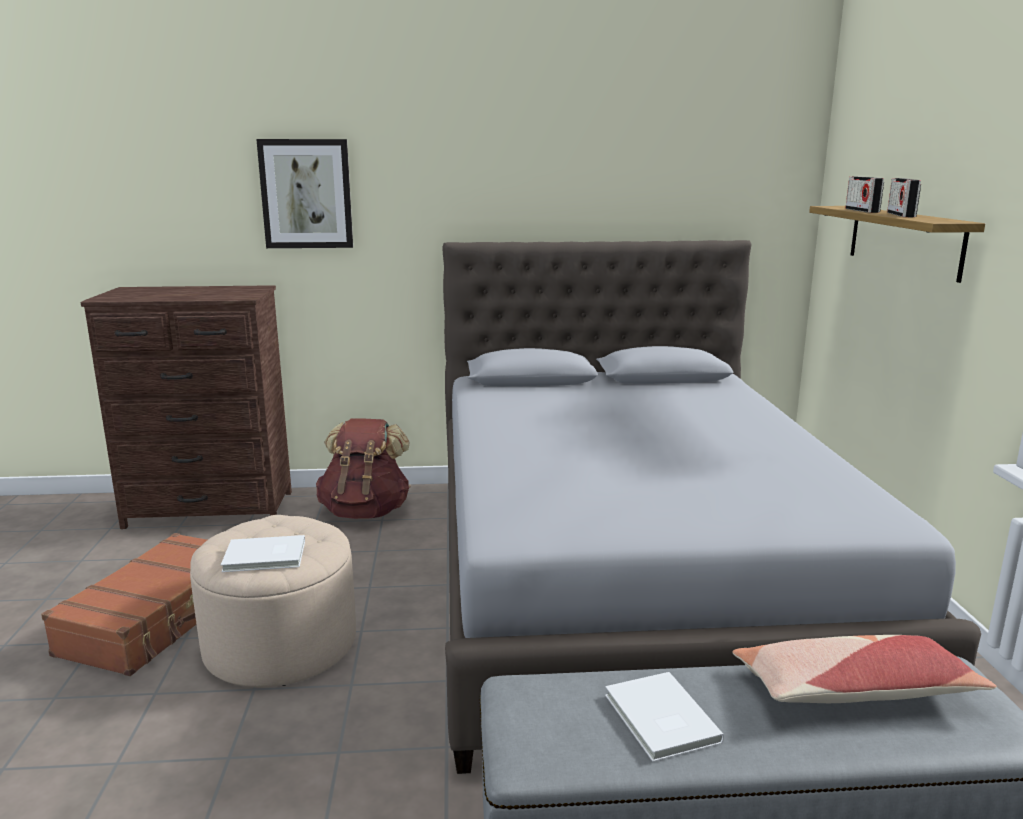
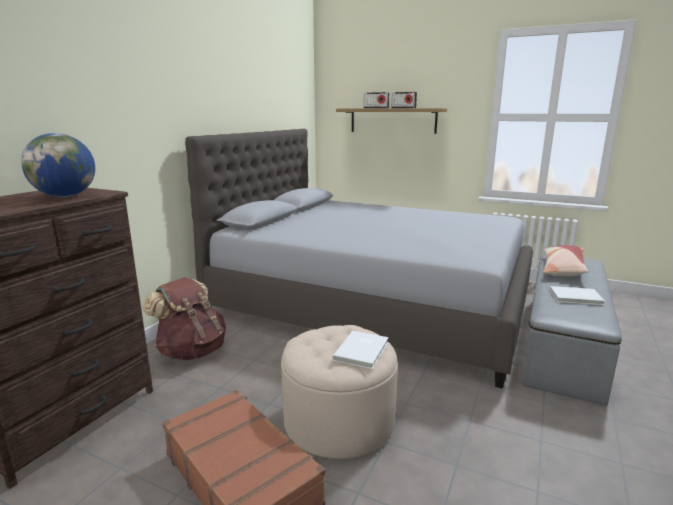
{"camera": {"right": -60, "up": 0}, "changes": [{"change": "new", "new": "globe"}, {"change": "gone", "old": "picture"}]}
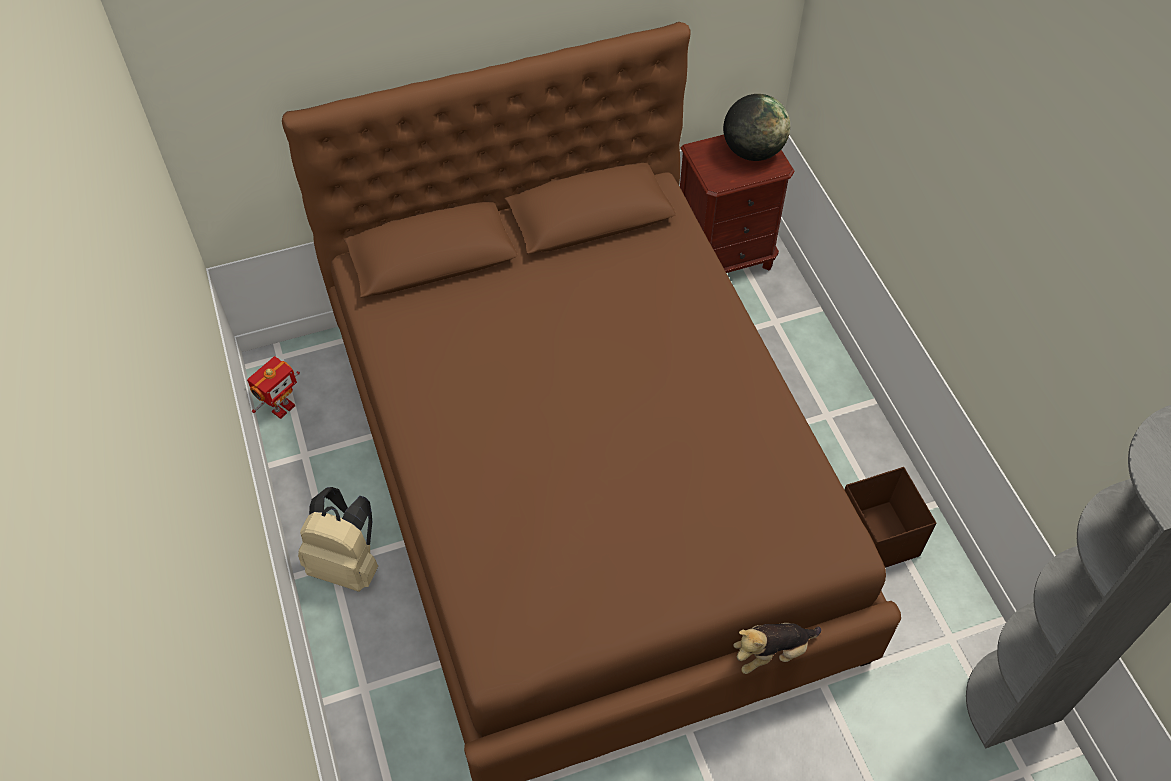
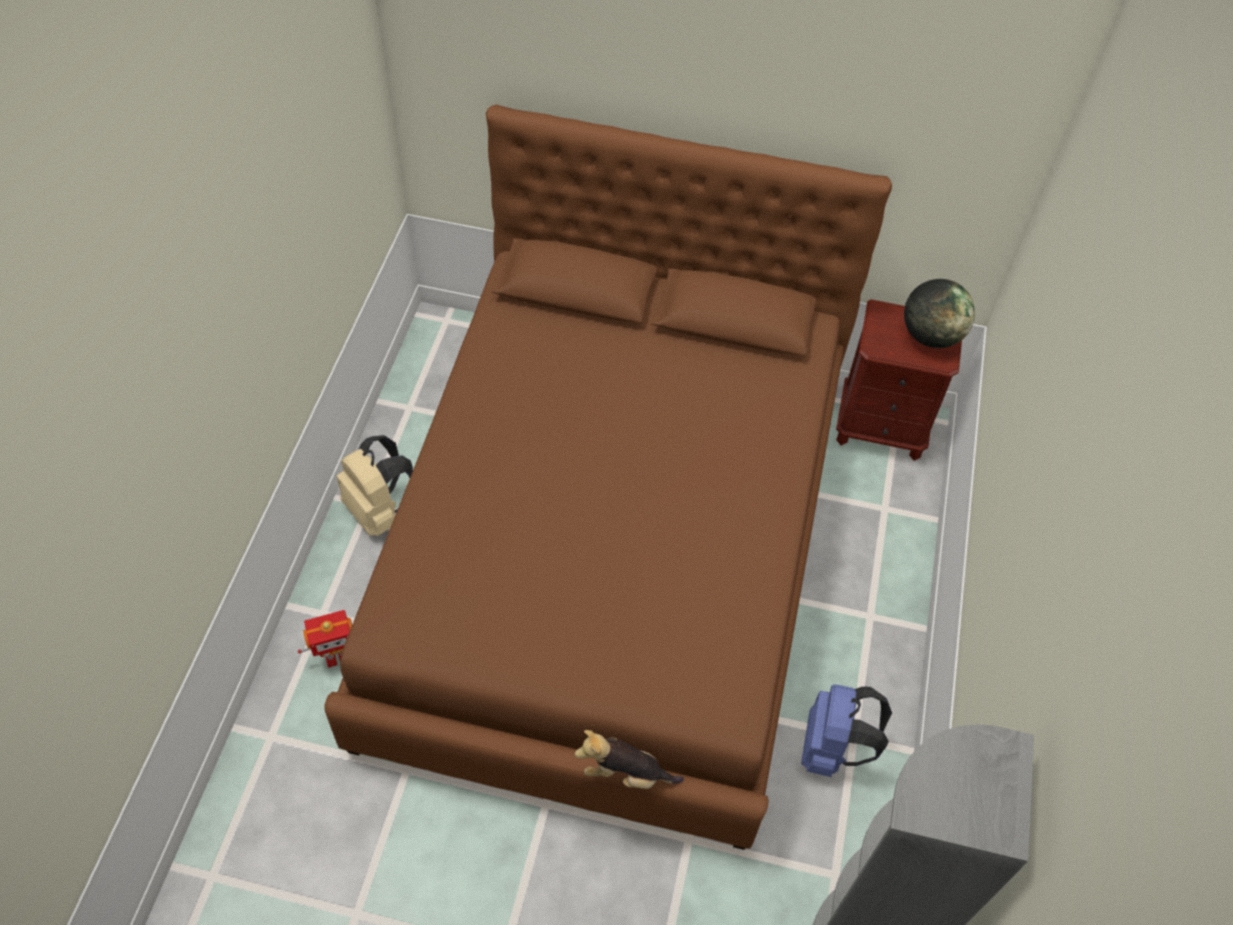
{"camera": {"right": 30, "up": 0}, "changes": [{"change": "shifted", "old": "toy robot"}, {"change": "swapped", "old": "brown storage box", "new": "blue backpack"}]}
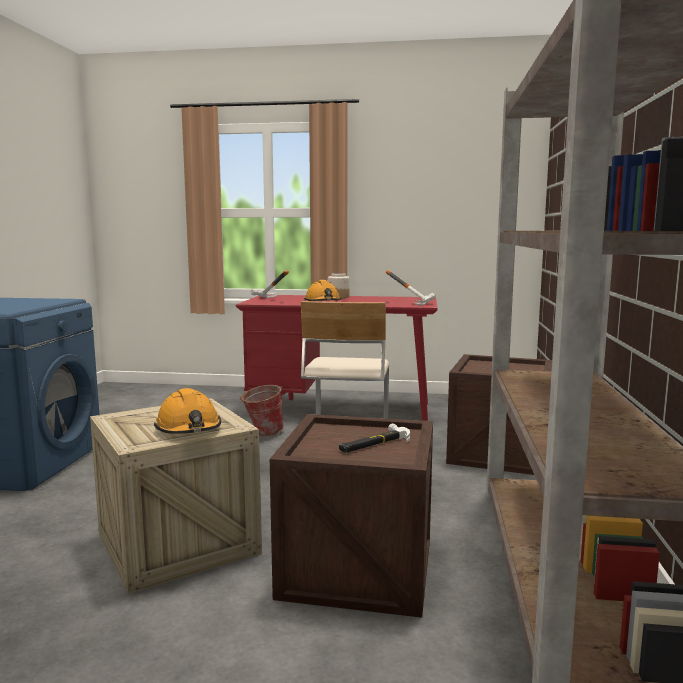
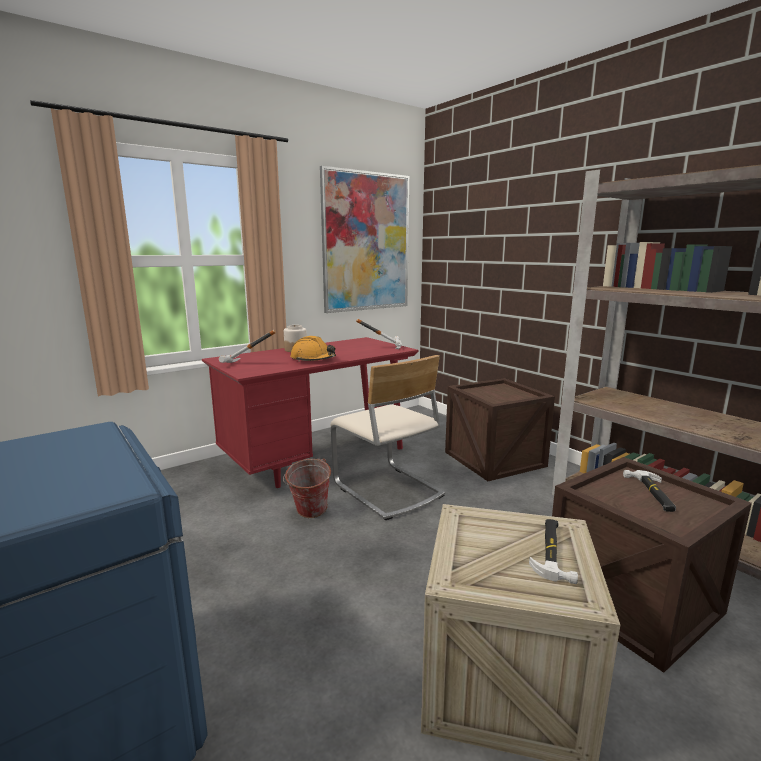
{"camera": {"right": -45, "up": 5}, "changes": [{"change": "new", "new": "picture"}, {"change": "swapped", "old": "orange hard hat (no. 1 from left)", "new": "hammer (no. 3 from left)"}]}
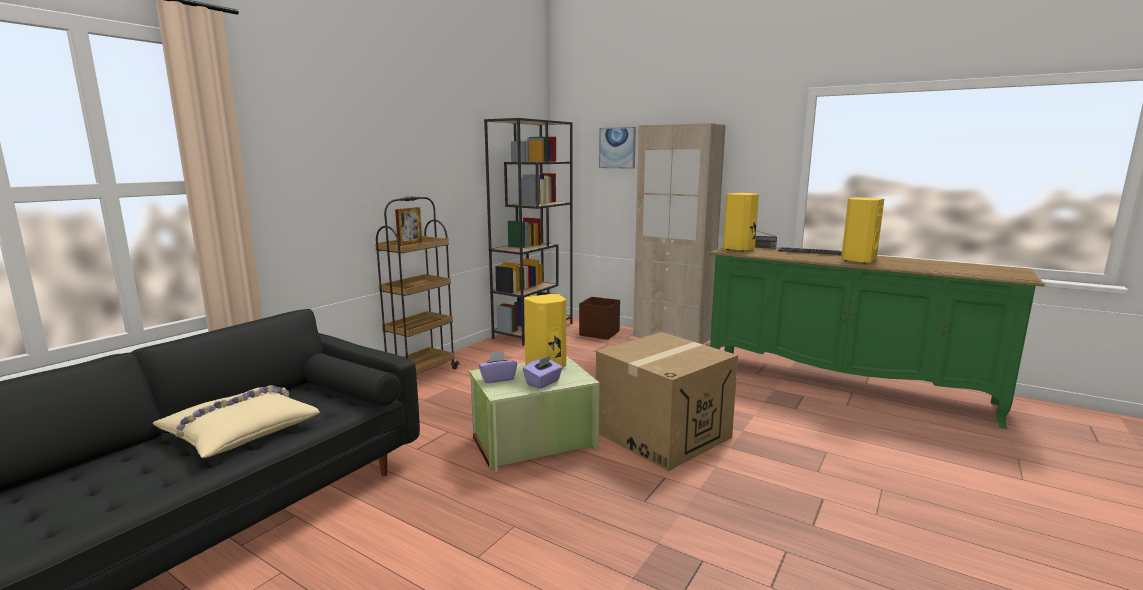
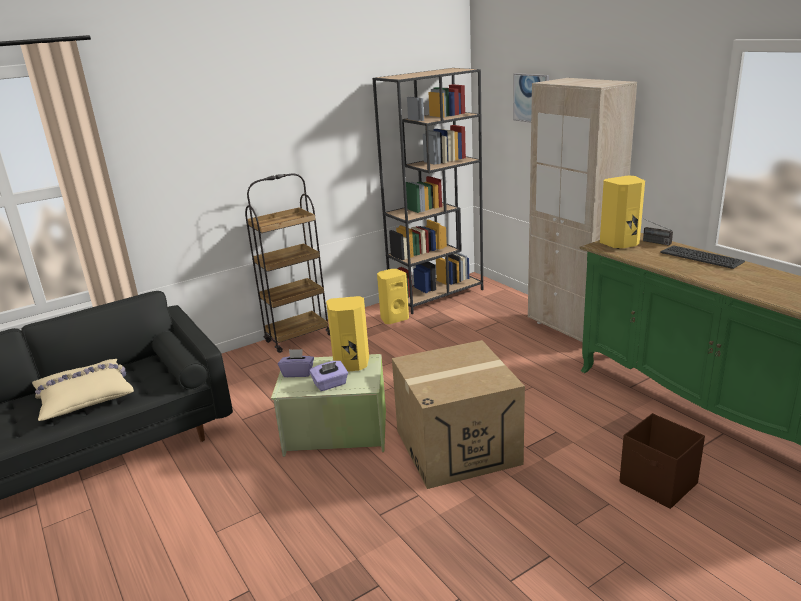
{"camera": {"right": 25, "up": 10}, "changes": [{"change": "shifted", "old": "yellow speaker (no. 3 from left in the first image)", "new": "yellow speaker (no. 2 from left)"}, {"change": "shifted", "old": "brown storage box"}, {"change": "gone", "old": "picture frame"}]}
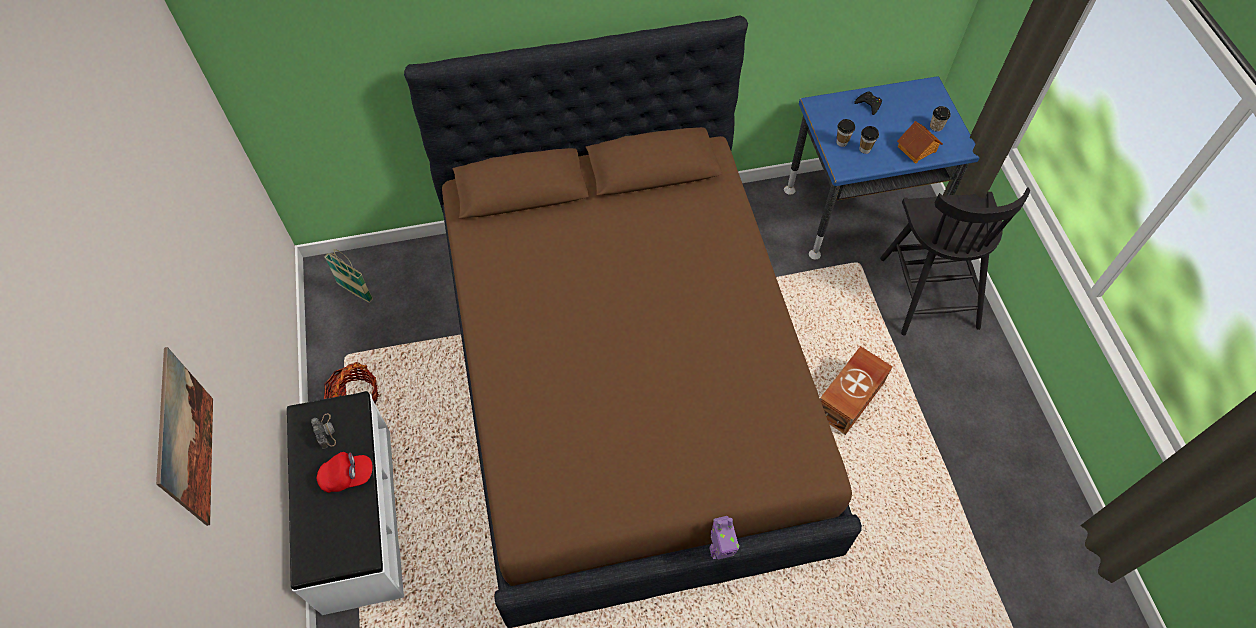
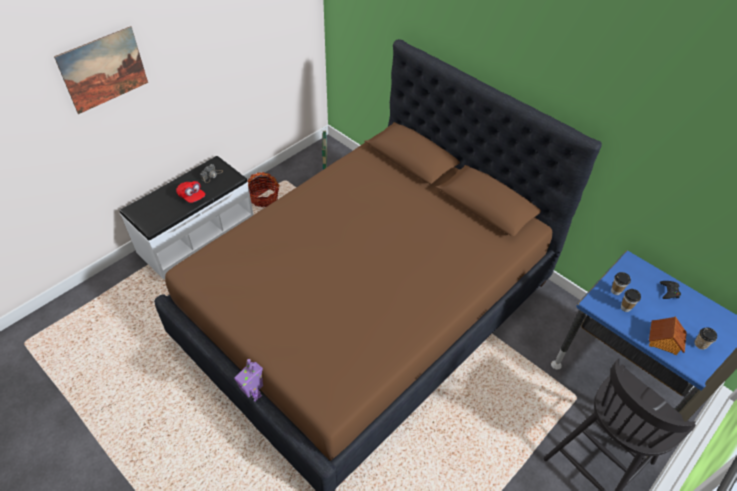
{"camera": {"right": 55, "up": -10}, "changes": [{"change": "gone", "old": "brown storage box"}]}
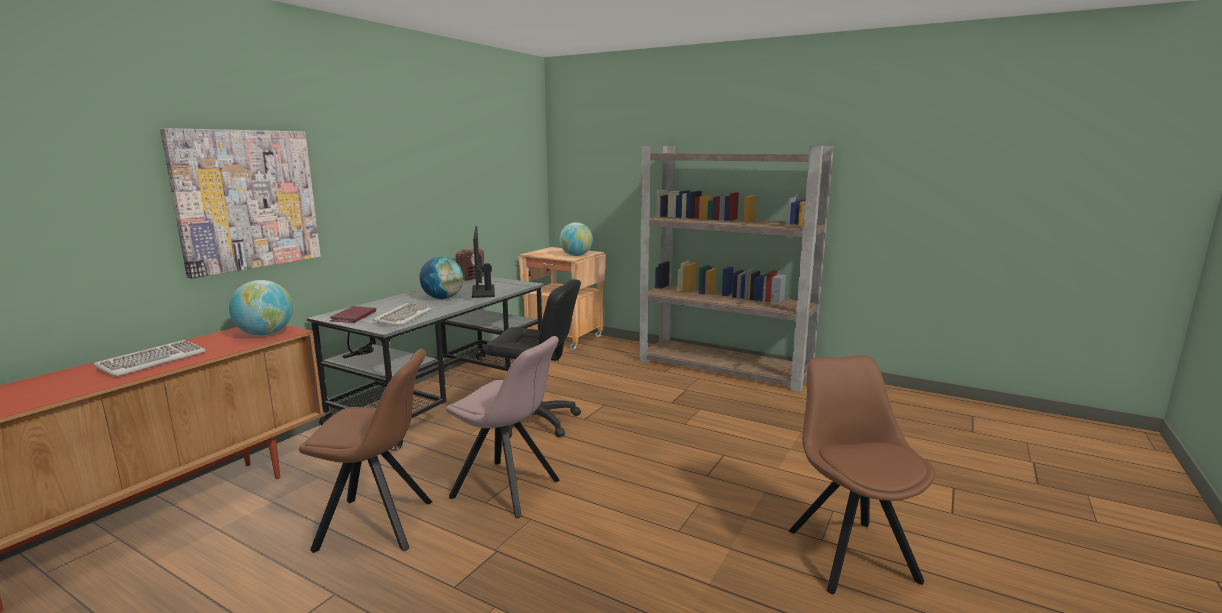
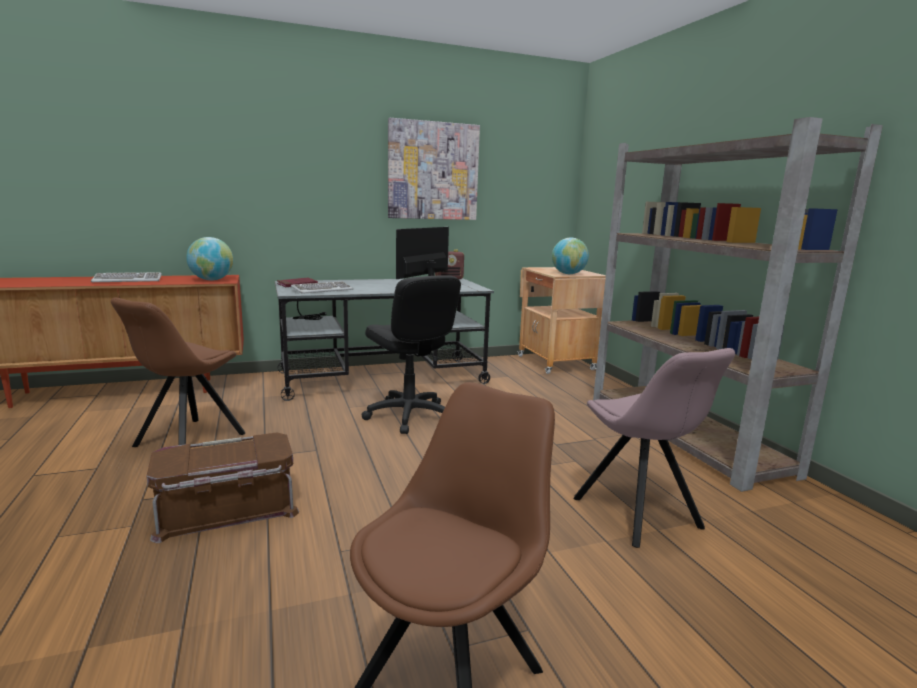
{"camera": {"right": 40, "up": 0}, "changes": [{"change": "rotated", "old": "brown chair (no. 1 from left)", "degrees": 75}, {"change": "new", "new": "brown storage box"}, {"change": "shifted", "old": "picture"}, {"change": "shifted", "old": "pink chair"}, {"change": "gone", "old": "globe (no. 2 from left)"}]}
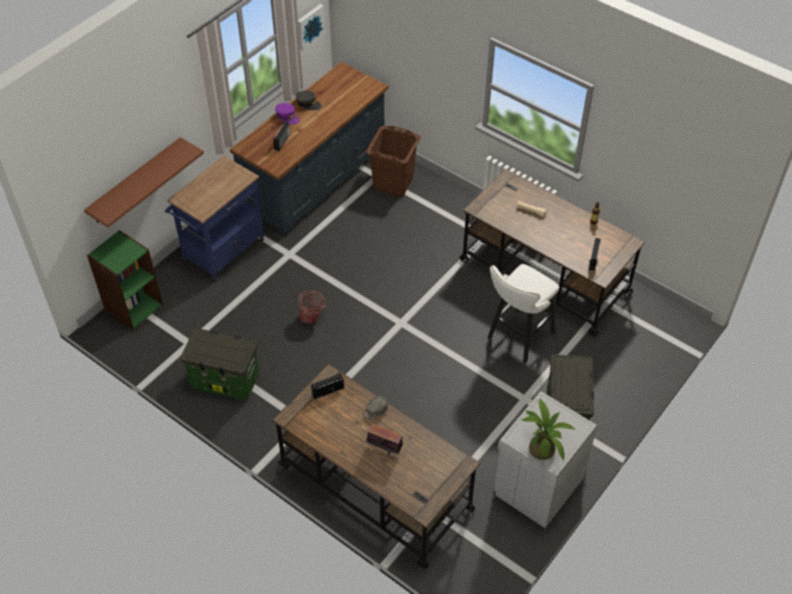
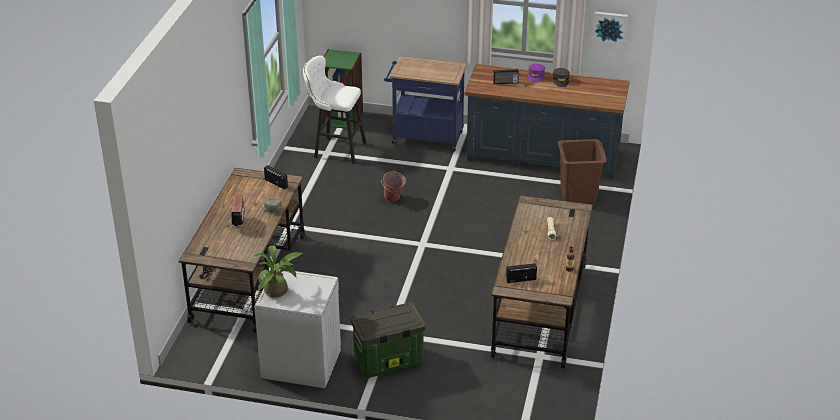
{"camera": {"right": 65, "up": -15}, "changes": [{"change": "shifted", "old": "white stool"}, {"change": "gone", "old": "brown shelf"}, {"change": "gone", "old": "storage box (no. 1 from left)"}]}
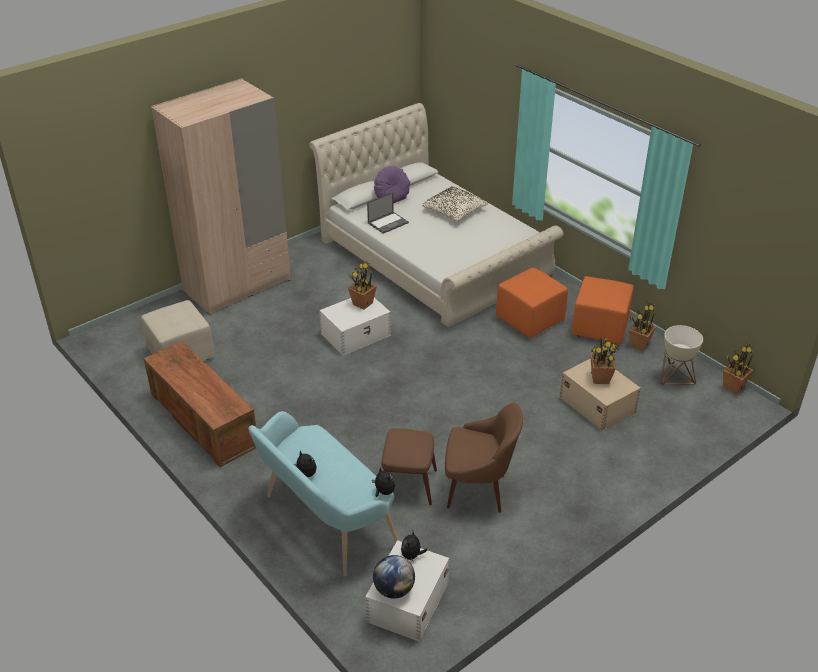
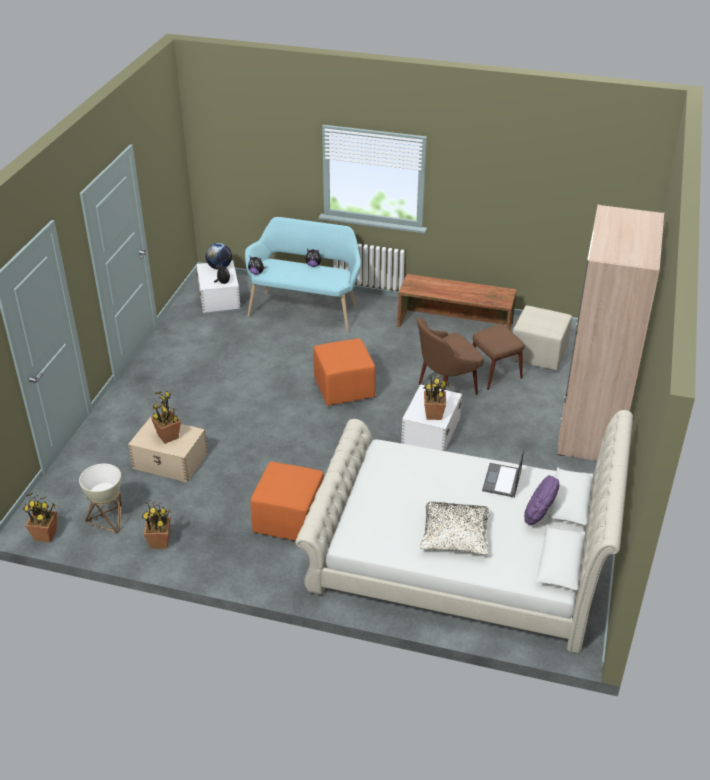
{"camera": {"right": 145, "up": 0}, "changes": [{"change": "shifted", "old": "orange ottoman (no. 2 from left)"}, {"change": "shifted", "old": "brown armchair"}]}
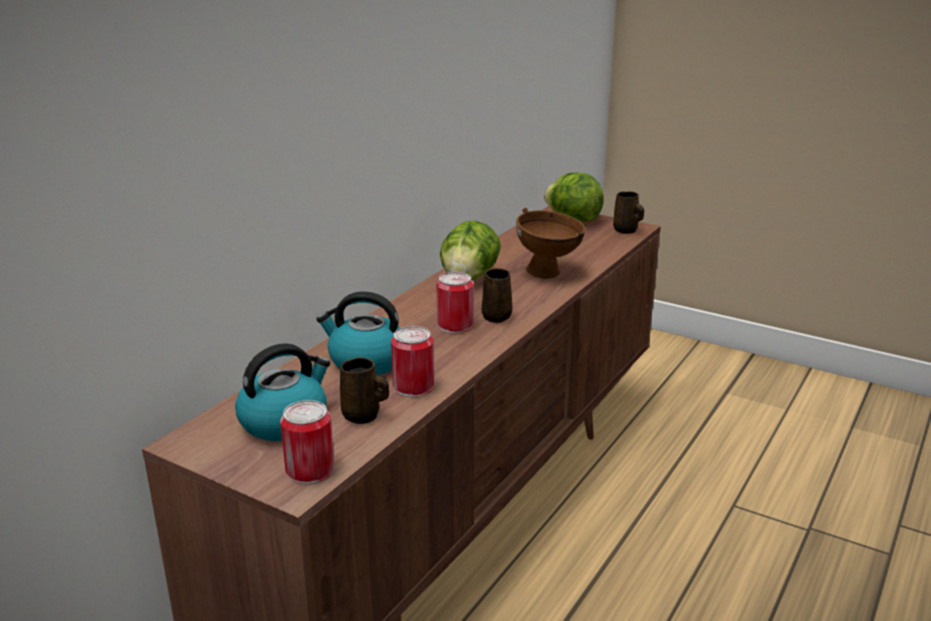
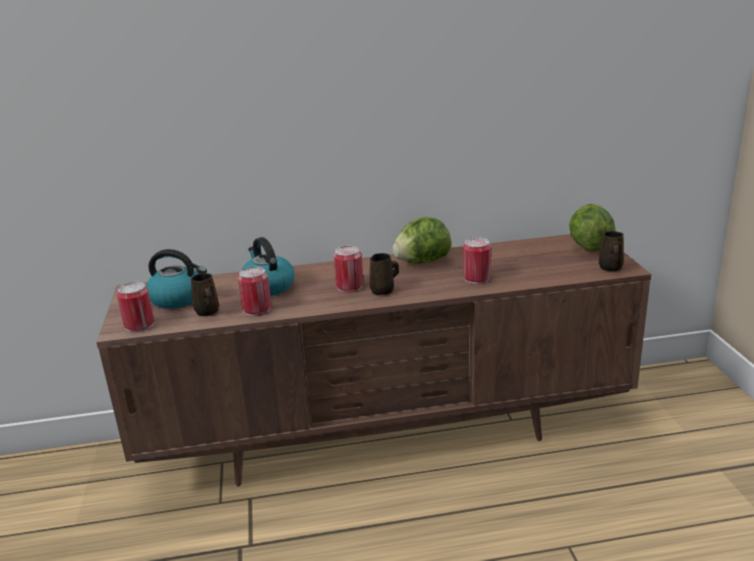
{"camera": {"right": 50, "up": 0}, "changes": [{"change": "swapped", "old": "brown bowl", "new": "can (no. 4 from left)"}]}
